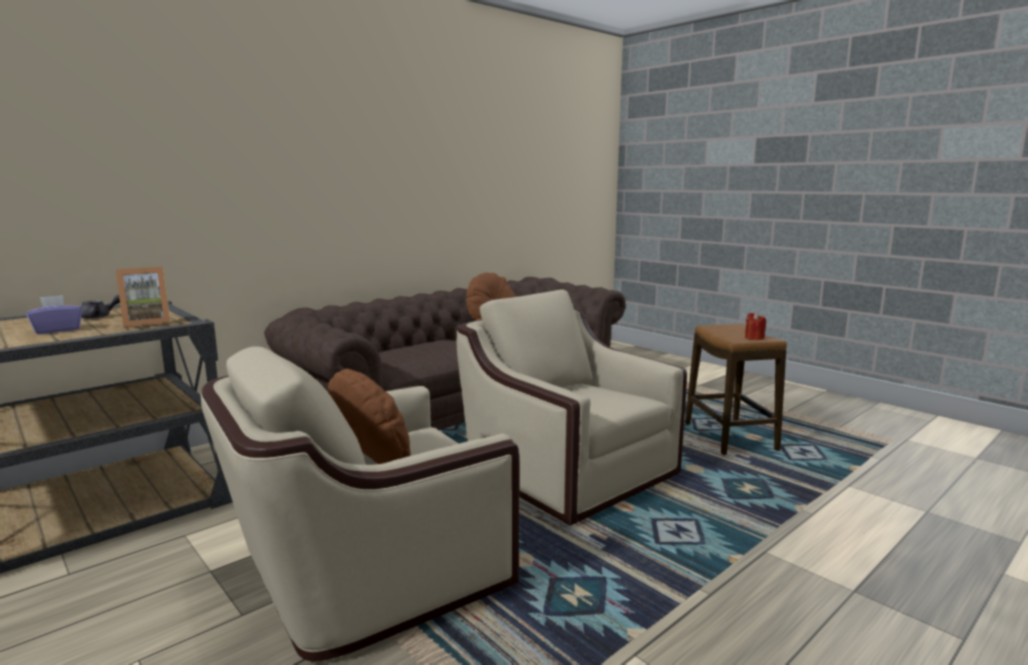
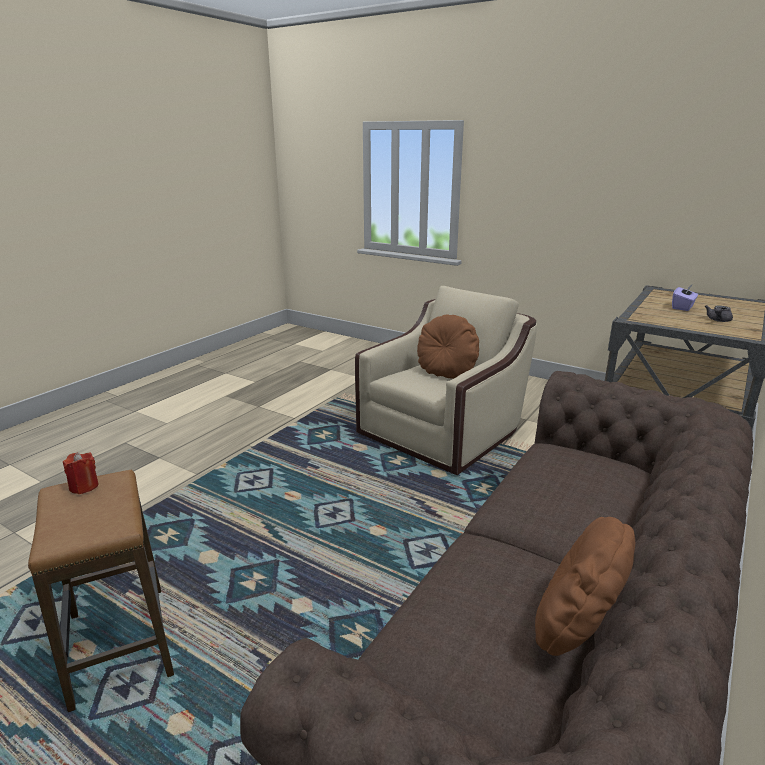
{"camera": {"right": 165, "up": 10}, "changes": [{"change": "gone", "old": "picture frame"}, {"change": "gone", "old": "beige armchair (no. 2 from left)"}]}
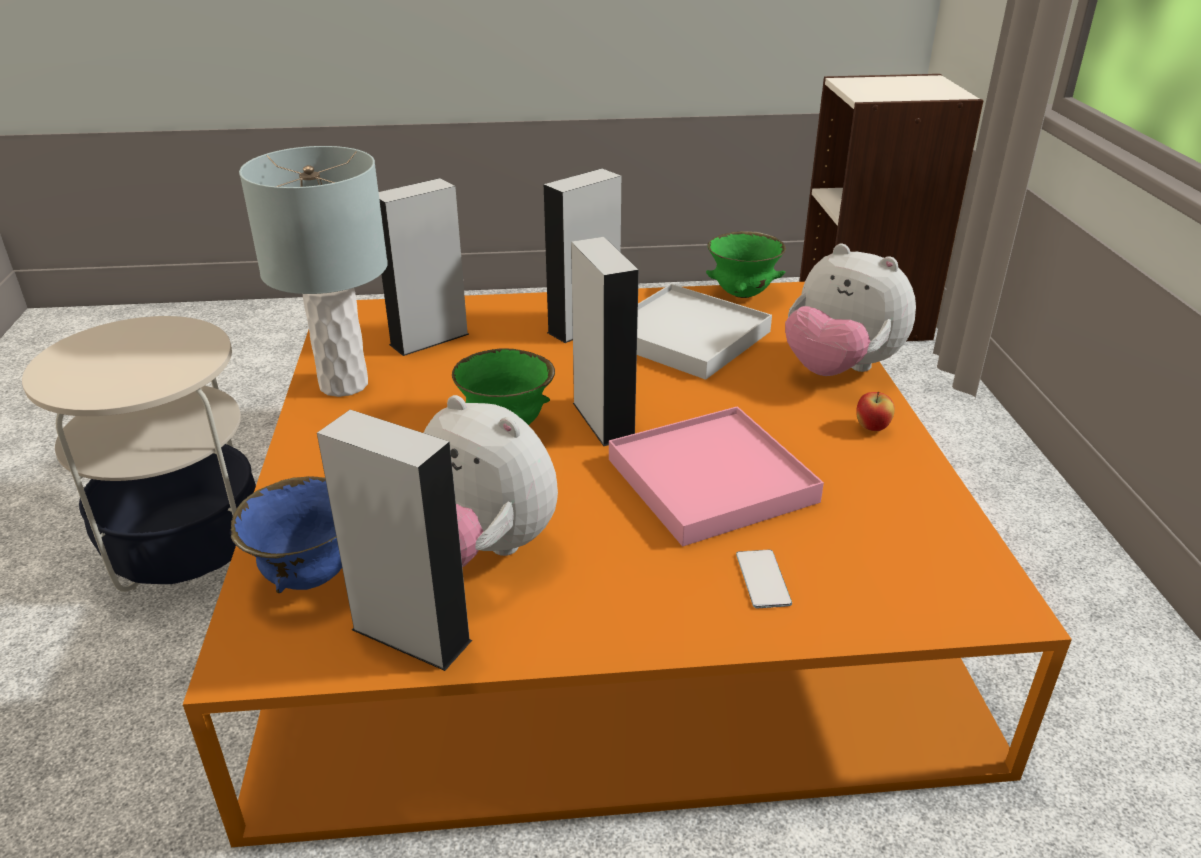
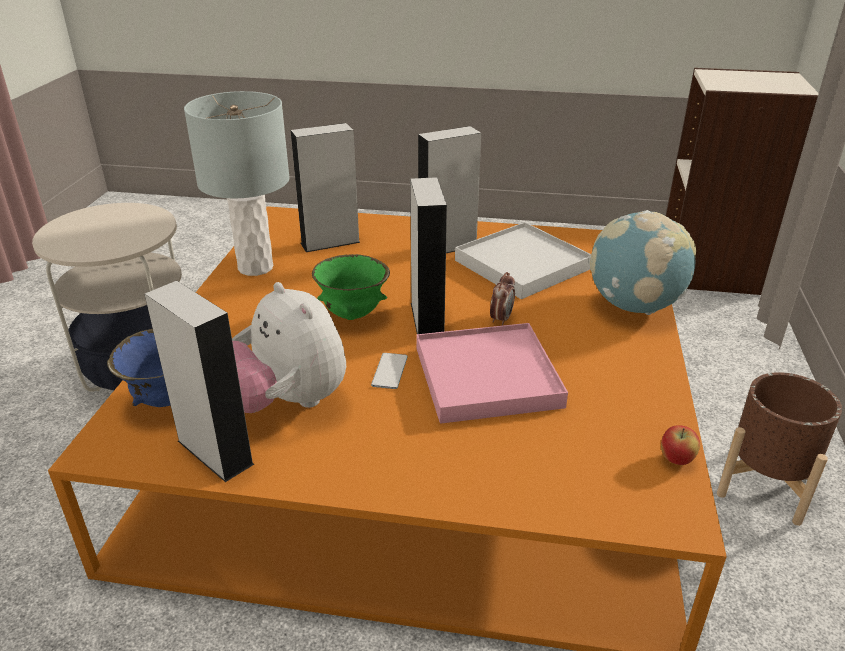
{"camera": {"right": 15, "up": 0}, "changes": [{"change": "shifted", "old": "phone"}, {"change": "new", "new": "alarm clock"}, {"change": "swapped", "old": "plush toy (no. 2 from left)", "new": "globe"}, {"change": "shifted", "old": "apple"}, {"change": "new", "new": "brown planter"}, {"change": "gone", "old": "green bowl (no. 2 from left)"}]}
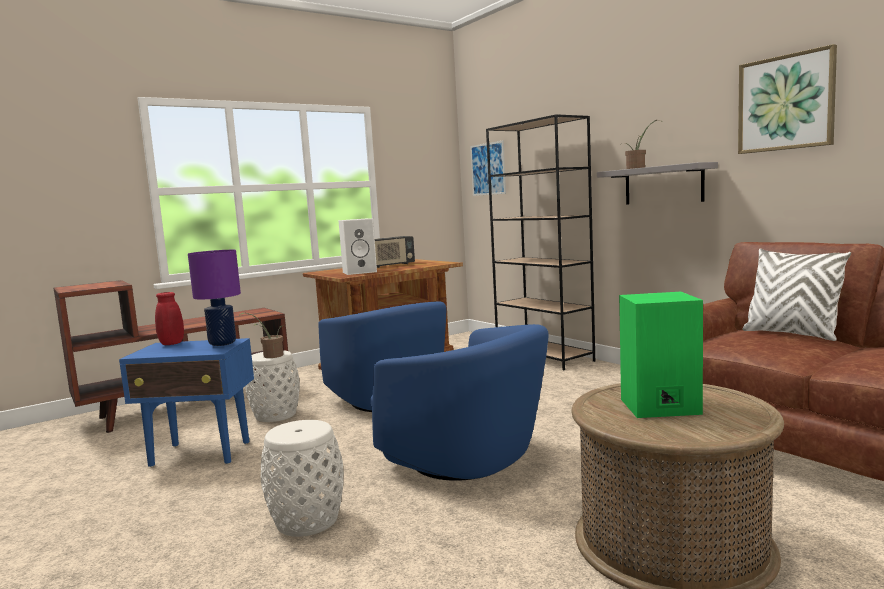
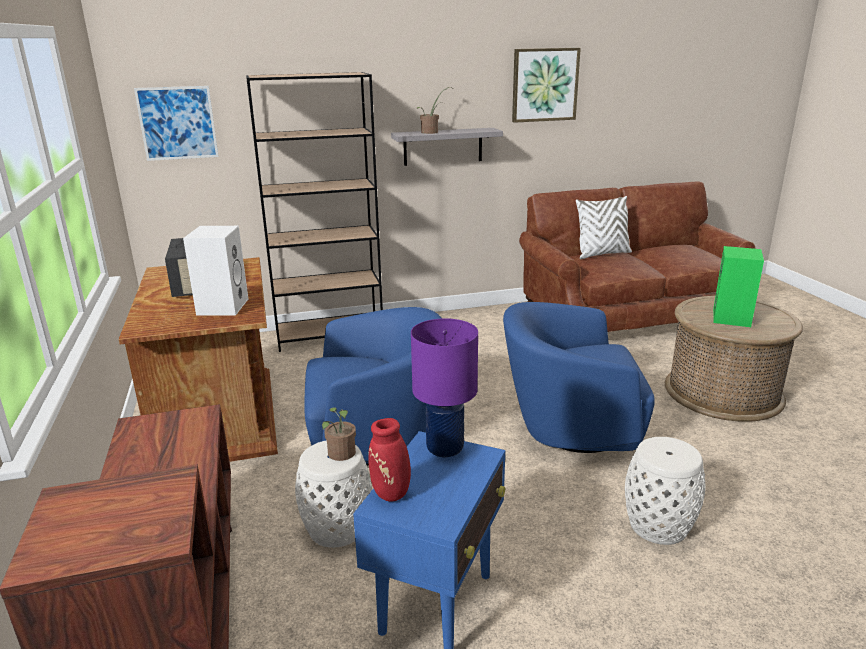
{"camera": {"right": -70, "up": 15}, "changes": [{"change": "rotated", "old": "blue armchair (no. 2 from left)", "degrees": -150}]}
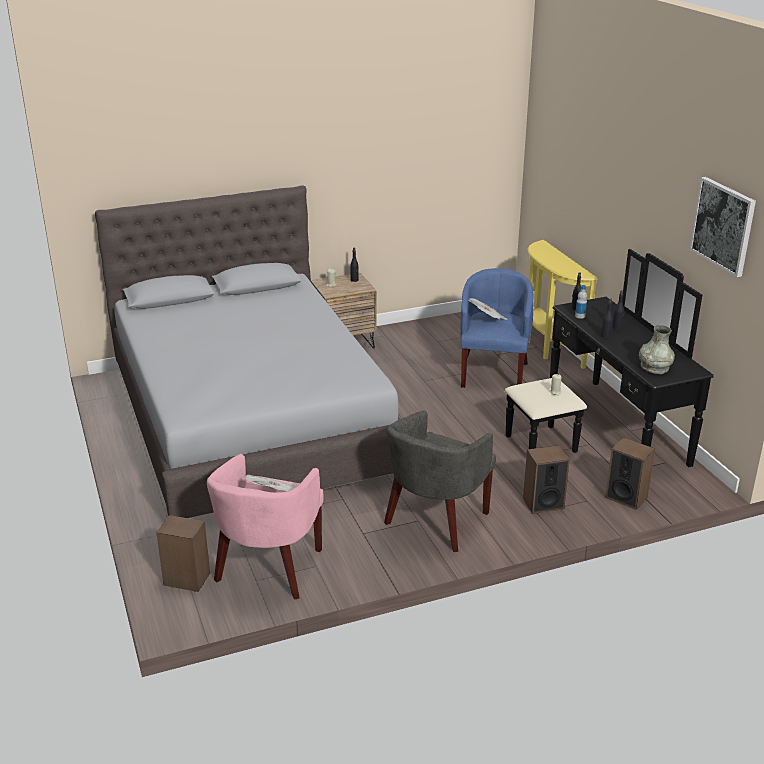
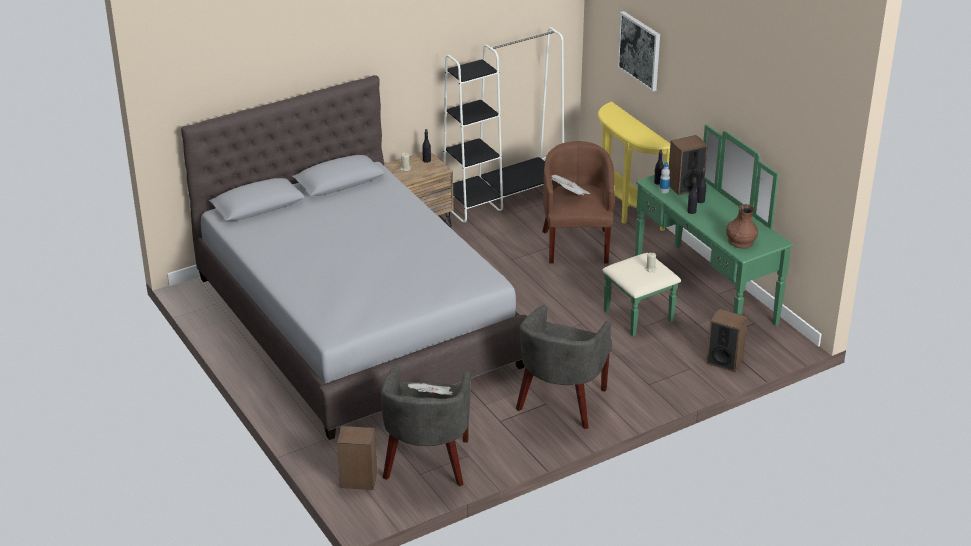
{"camera": {"right": -10, "up": 5}, "changes": [{"change": "repainted", "old": "pink armchair", "new": "grey armchair (no. 1 from left)"}, {"change": "new", "new": "black clothes rack"}, {"change": "repainted", "old": "blue armchair", "new": "brown armchair"}, {"change": "repainted", "old": "black dresser", "new": "green dresser"}, {"change": "shifted", "old": "picture"}, {"change": "shifted", "old": "speaker (no. 2 from left)"}, {"change": "repainted", "old": "grey vase", "new": "brown vase"}]}
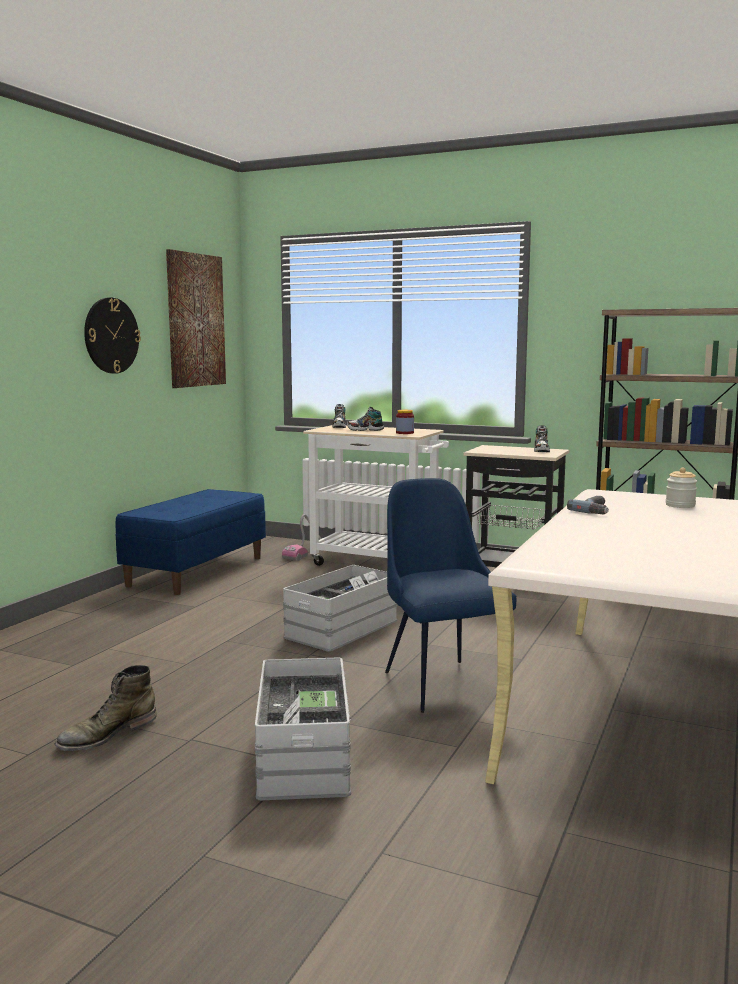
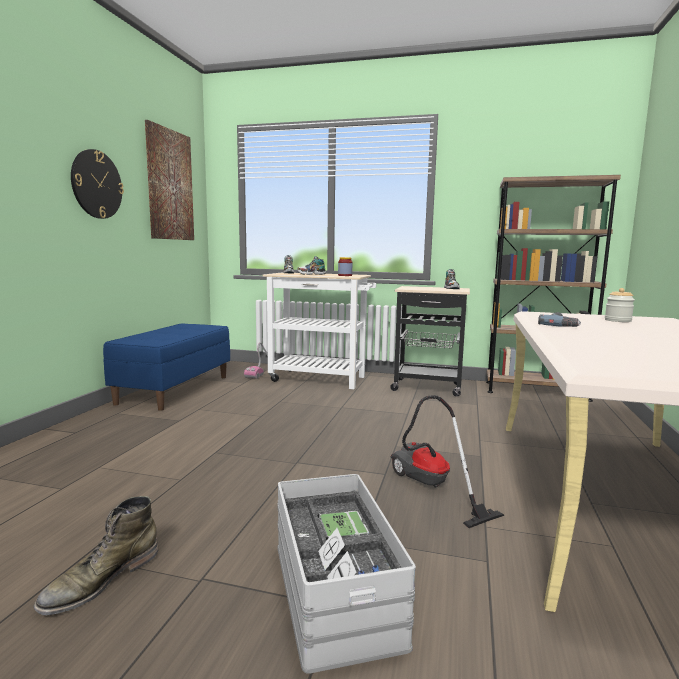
{"camera": {"right": -10, "up": 0}, "changes": [{"change": "swapped", "old": "blue chair", "new": "vacuum cleaner (no. 2 from left)"}, {"change": "gone", "old": "grey storage box (no. 2 from left)"}]}
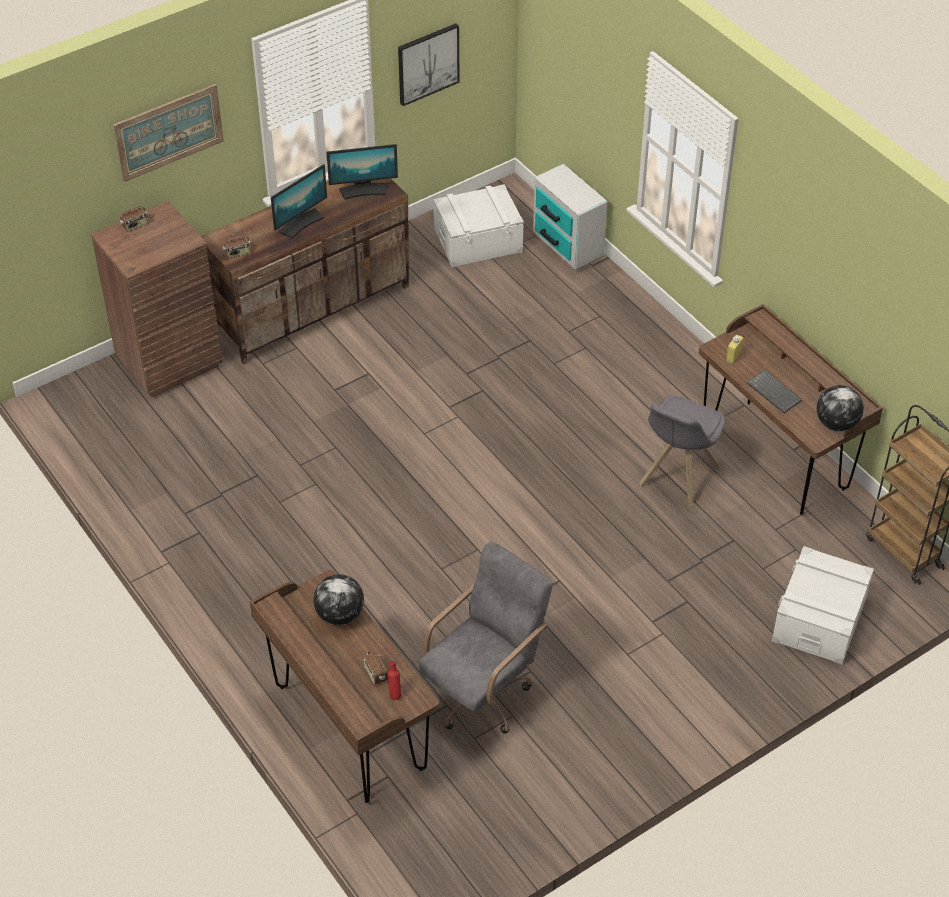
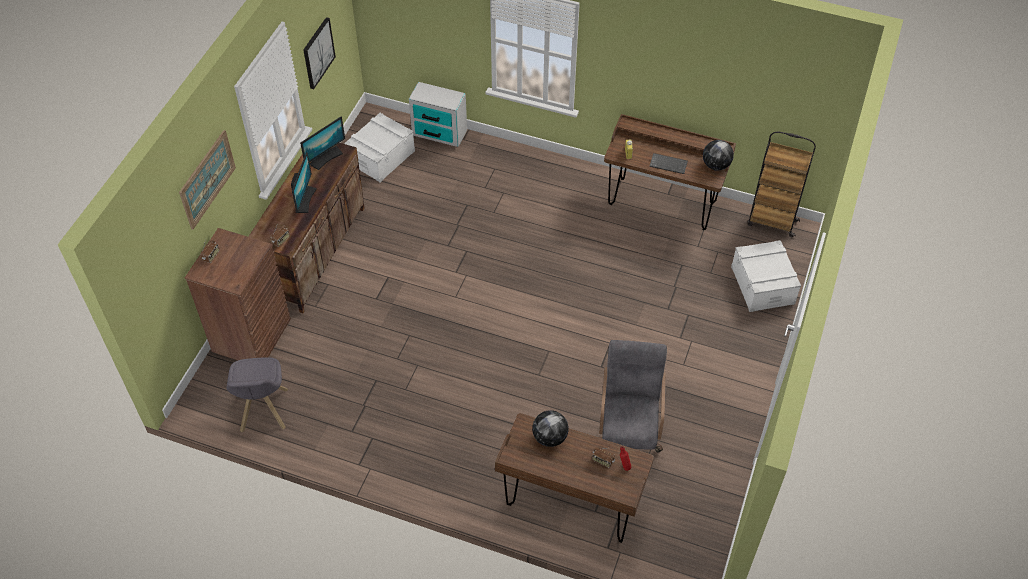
{"camera": {"right": -35, "up": 5}, "changes": [{"change": "shifted", "old": "grey chair"}]}
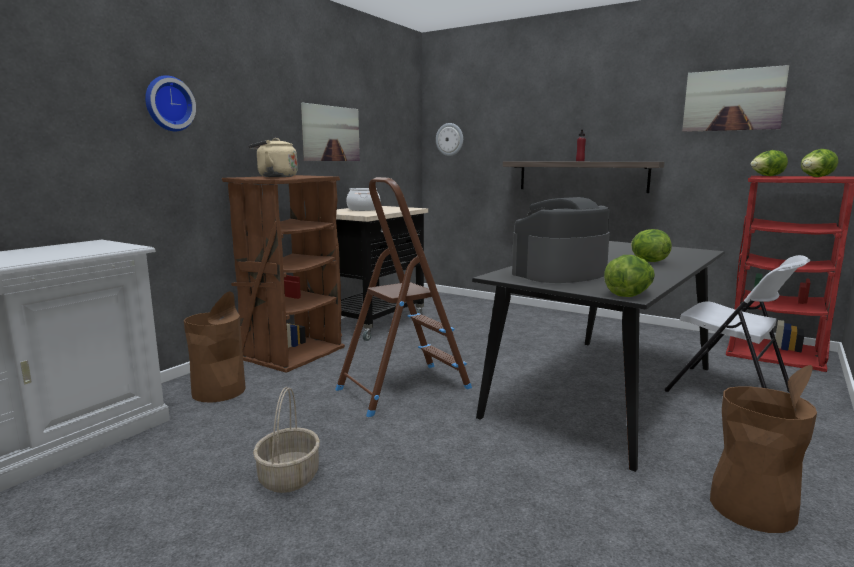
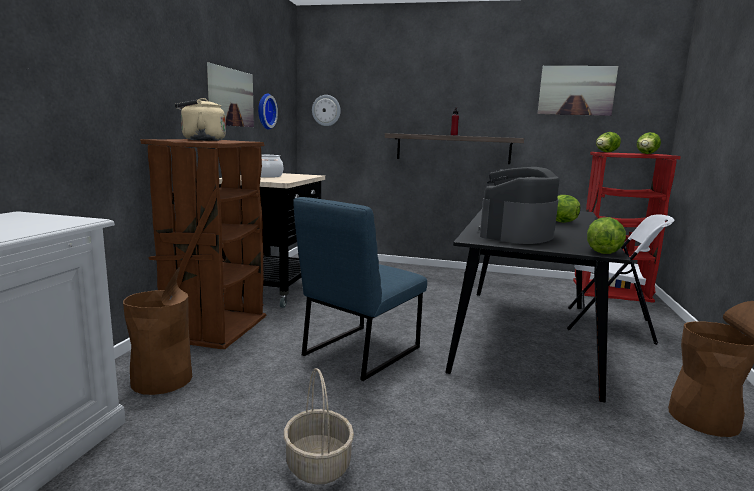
{"camera": {"right": -20, "up": 0}, "changes": [{"change": "shifted", "old": "wall clock (no. 1 from left)"}, {"change": "swapped", "old": "brown step ladder", "new": "blue chair"}]}
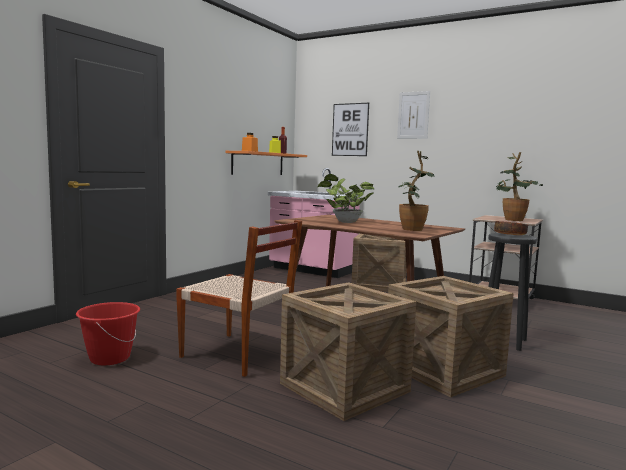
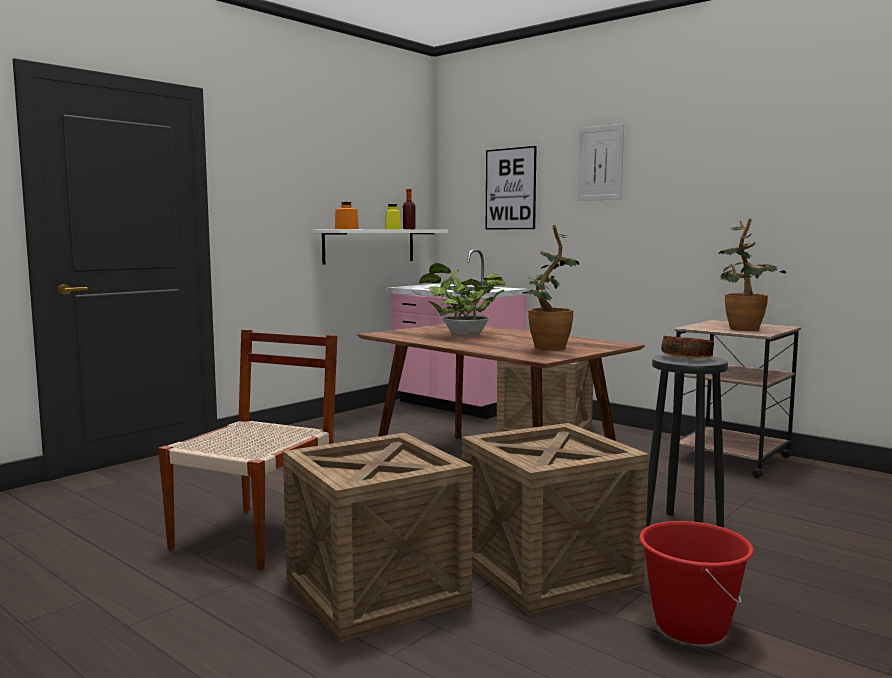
{"camera": {"right": 10, "up": 0}, "changes": [{"change": "rotated", "old": "chair", "degrees": -105}, {"change": "repainted", "old": "orange shelf", "new": "white shelf"}, {"change": "shifted", "old": "red bucket"}]}
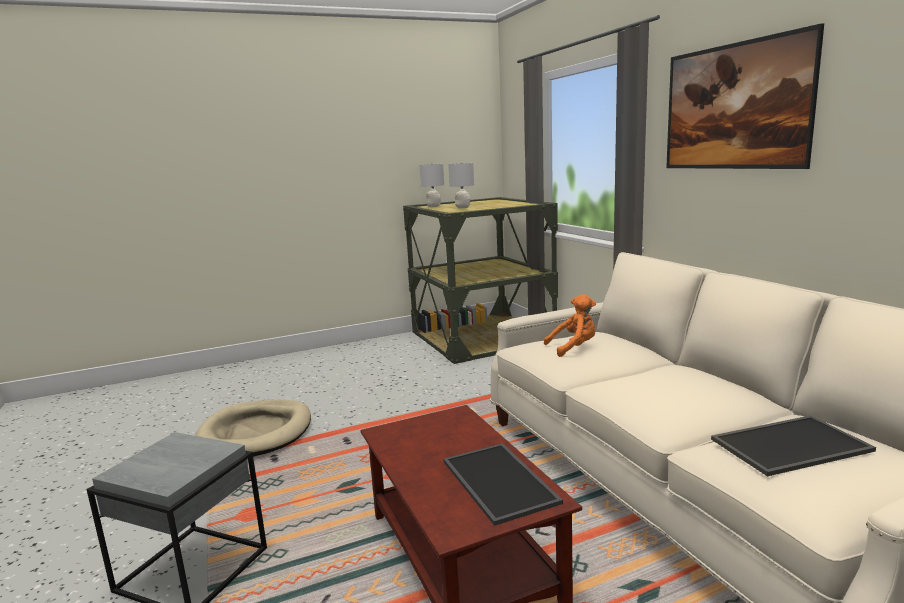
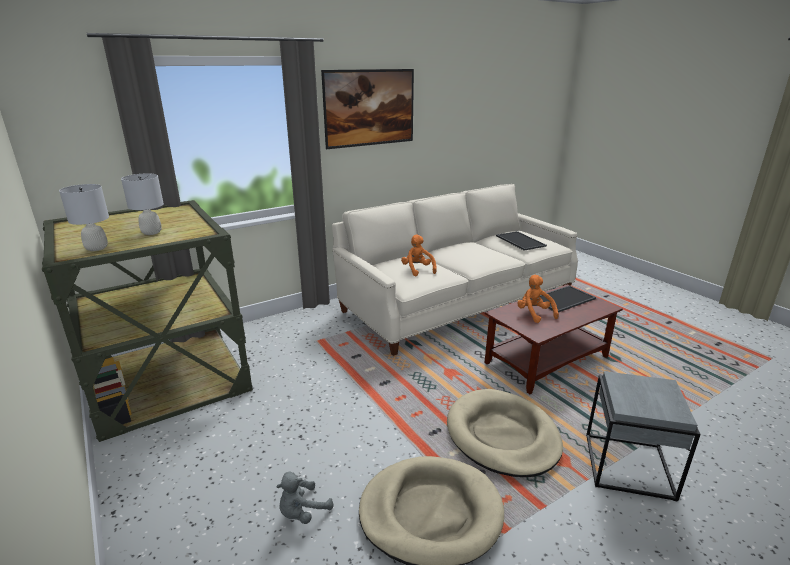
{"camera": {"right": -100, "up": 10}, "changes": [{"change": "new", "new": "grey plush toy"}, {"change": "new", "new": "beige dog bed (no. 2 from left)"}, {"change": "new", "new": "orange plush toy (no. 2 from left)"}]}
